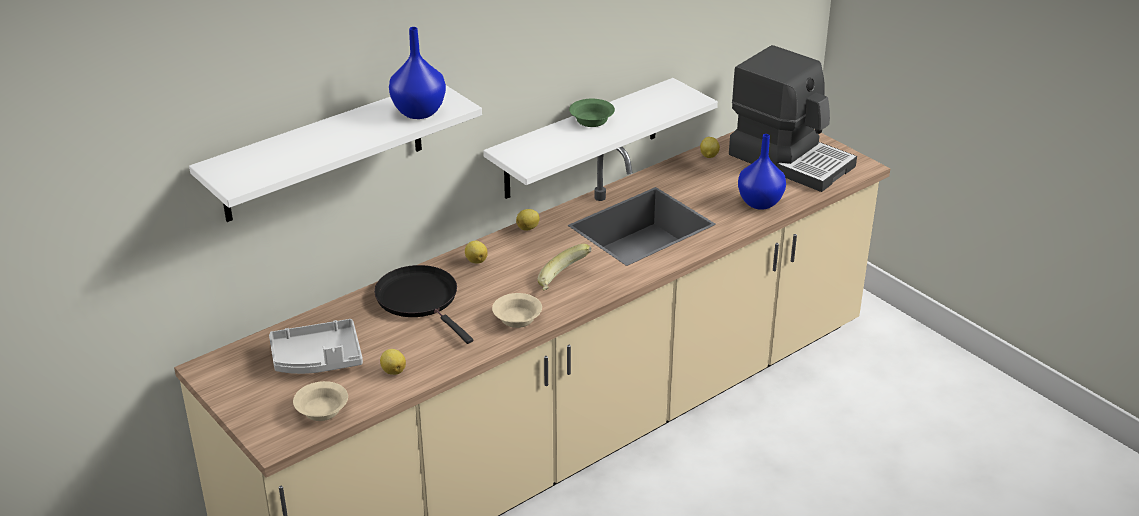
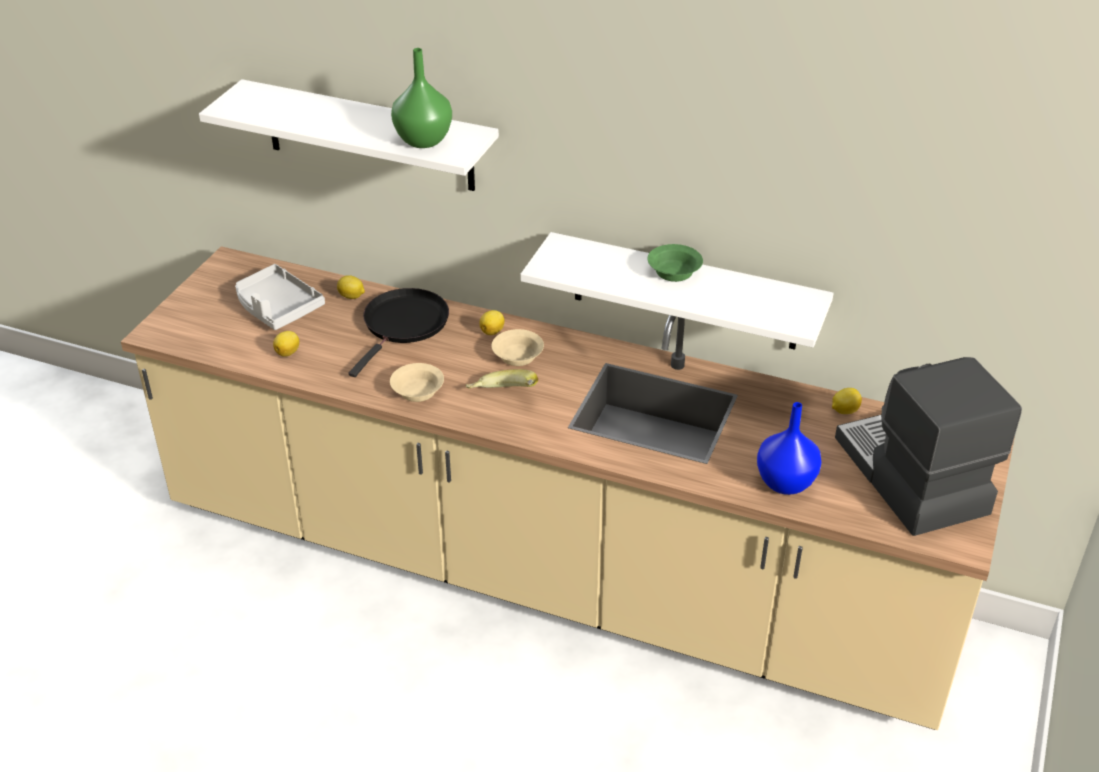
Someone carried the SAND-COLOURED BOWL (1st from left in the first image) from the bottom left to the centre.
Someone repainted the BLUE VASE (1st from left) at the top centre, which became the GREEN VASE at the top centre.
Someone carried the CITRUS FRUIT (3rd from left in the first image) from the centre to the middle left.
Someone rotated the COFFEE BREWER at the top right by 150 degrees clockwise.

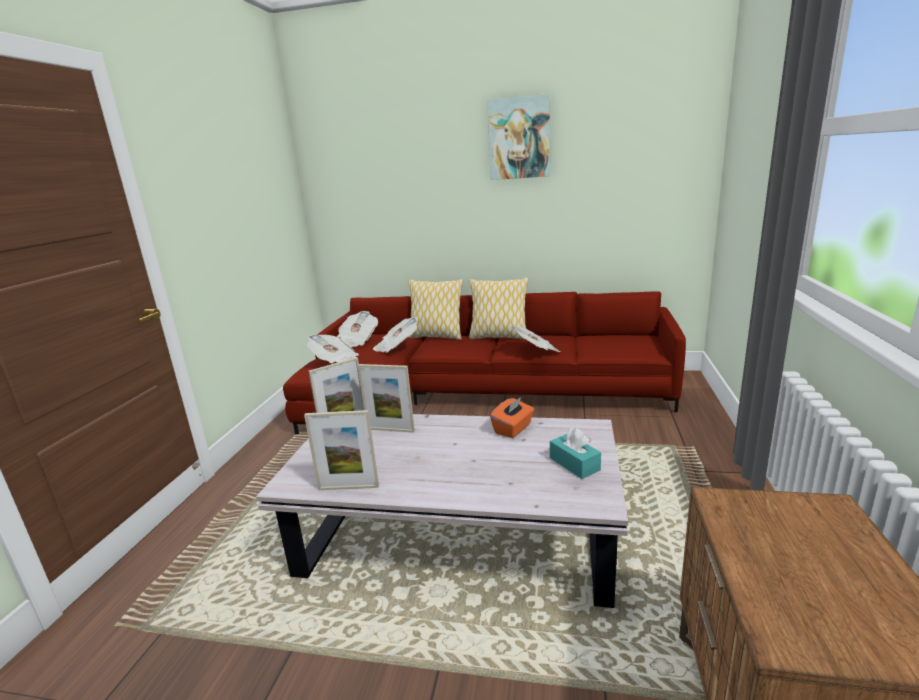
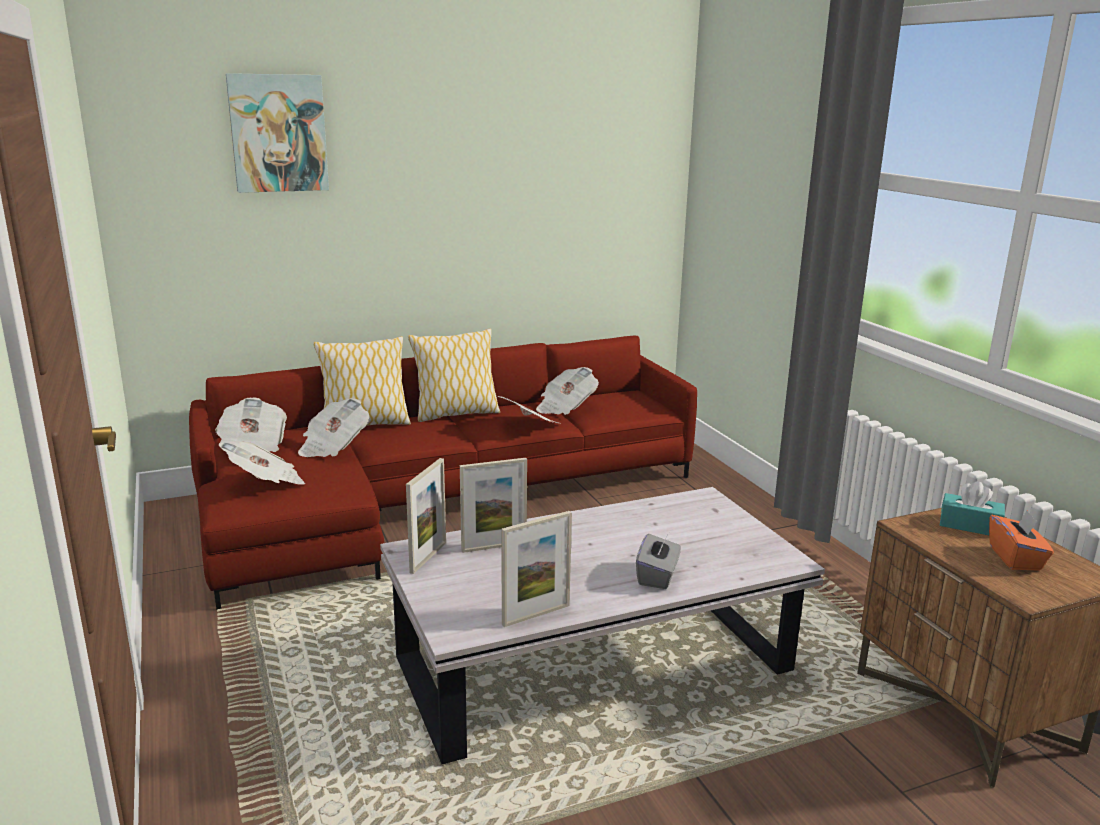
Someone carried the WALL PICTURE from the top centre to the top left.
Someone carried the ORANGEY TISSUE BOX from the centre to the middle right.
Someone carried the TURQUOISE-COLOURED TISSUE BOX from the centre to the middle right.
Someone put down the PRINTED PAPER (5th from left) at the centre.
Someone put down the GRAY TISSUE BOX at the bottom centre.

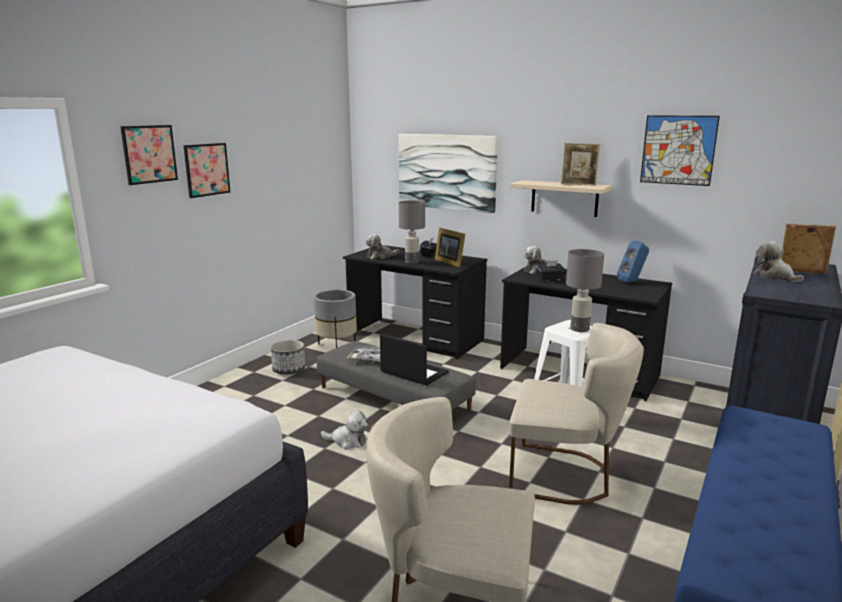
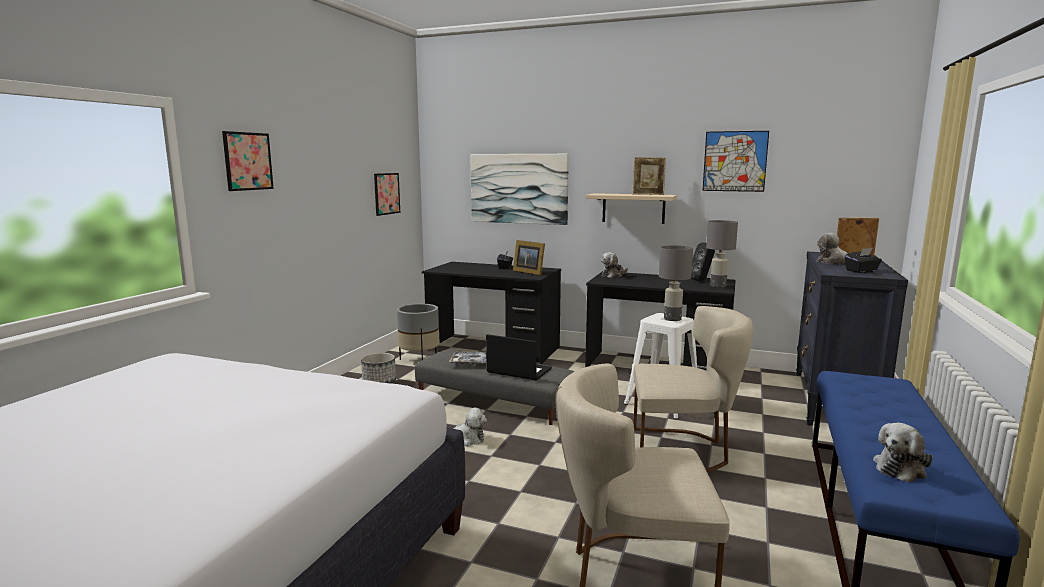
Someone carried the WALL PICTURE (2nd from left) from the top left to the top centre.
Someone carried the SOFT TOY (2nd from left in the first image) from the centre to the bottom right.
Someone carried the GRAY TABLETOP LAMP (1st from left in the first image) from the centre to the middle right.
Someone carried the BLACK TISSUE BOX (2nd from left) from the centre to the middle right.
Someone repainted the BLUE LOUDSPEAKER at the middle right, which became the BLACK LOUDSPEAKER at the middle right.

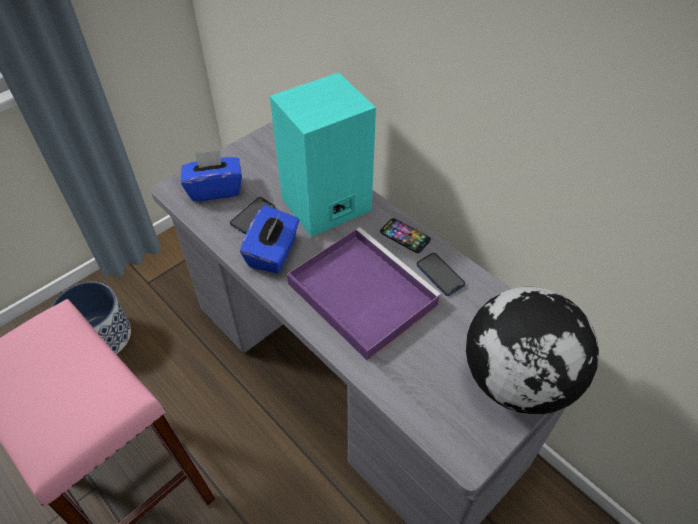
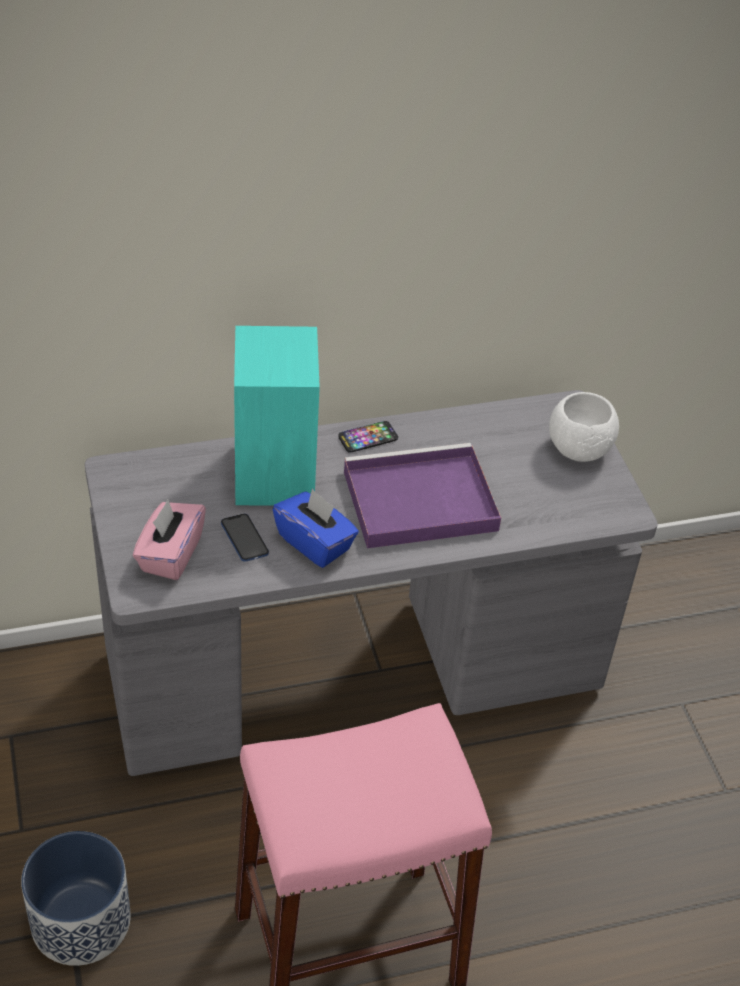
Someone repainted the BLUE TISSUE BOX (1st from left) at the middle left, which became the PINK TISSUE BOX at the middle left.
Someone took away the TELEPHONE (3rd from left) at the centre.
Someone swapped the GLOBE at the bottom right for the WHITISH BOWL at the middle right.

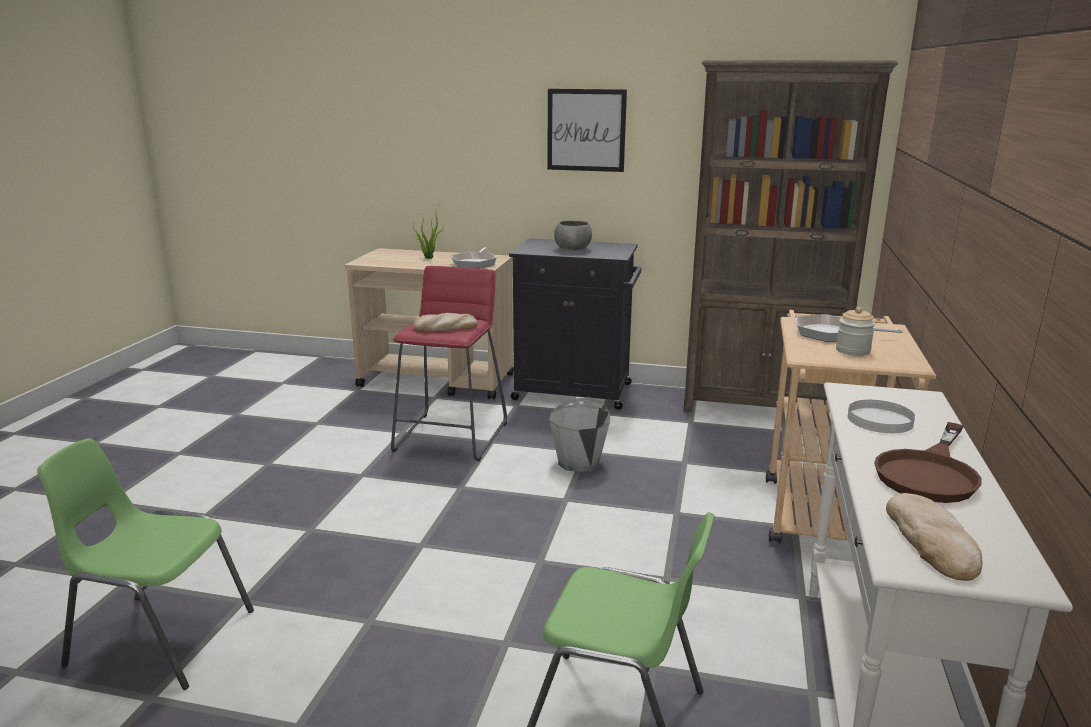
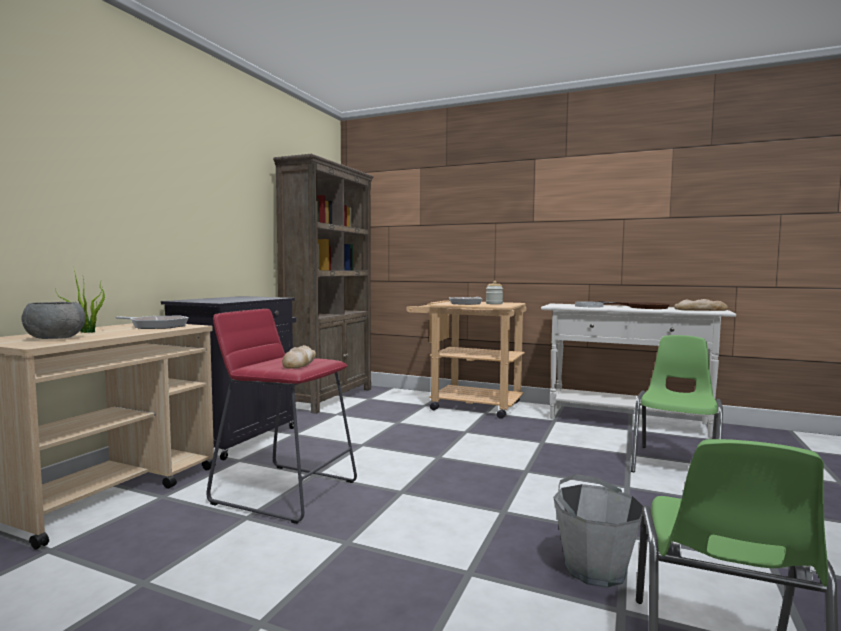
Someone took away the WALL PICTURE at the top centre.
Someone carried the GRAY WATER BUCKET from the centre to the bottom right.
Someone carried the GRAY BOWL from the top centre to the middle left.

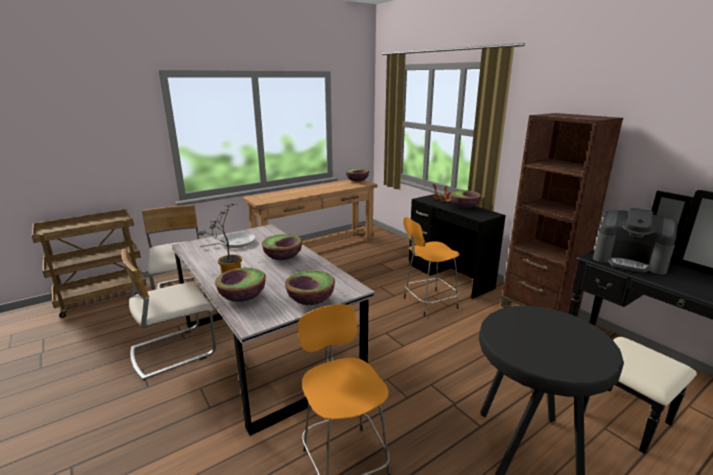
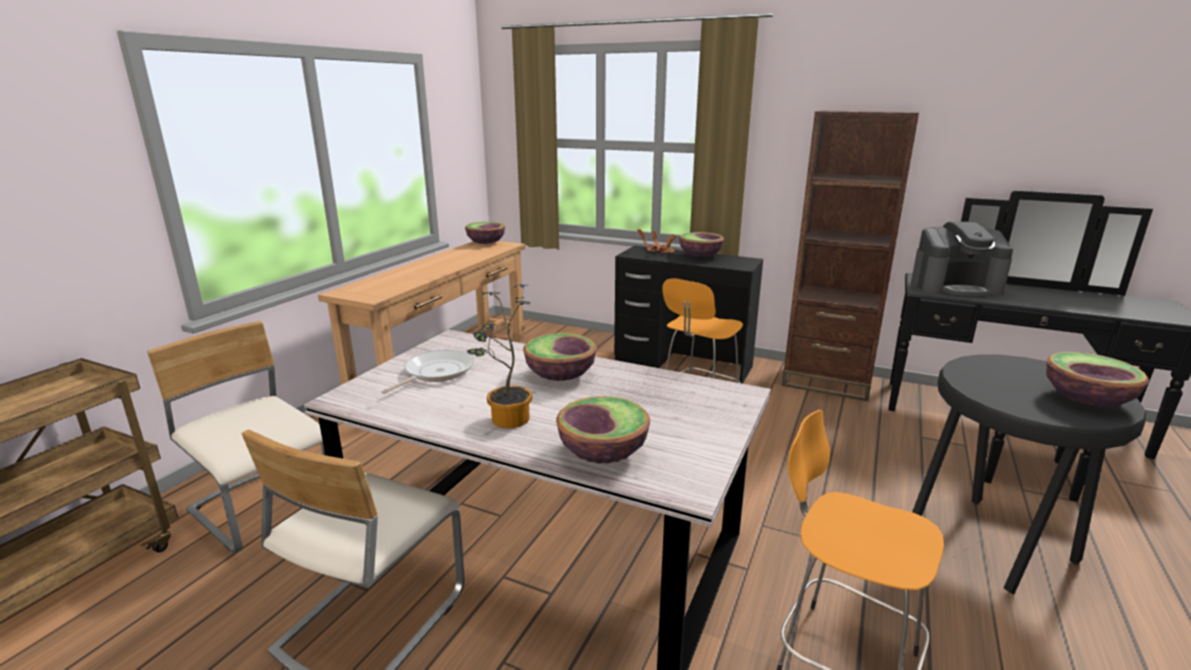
Someone carried the BOWL (3rd from left in the first image) from the centre to the middle right.

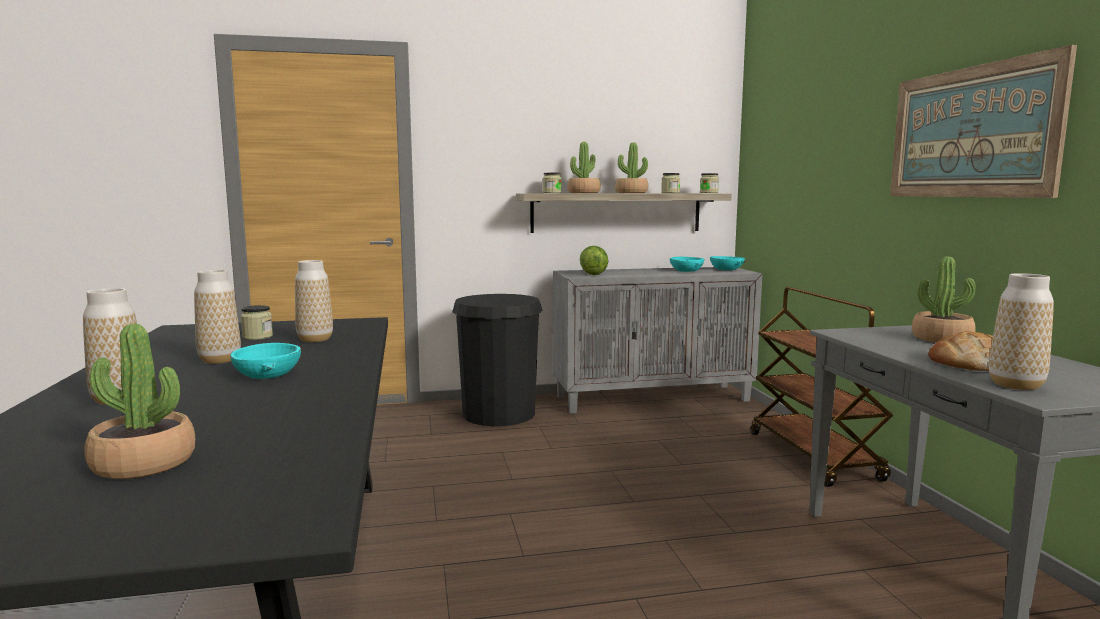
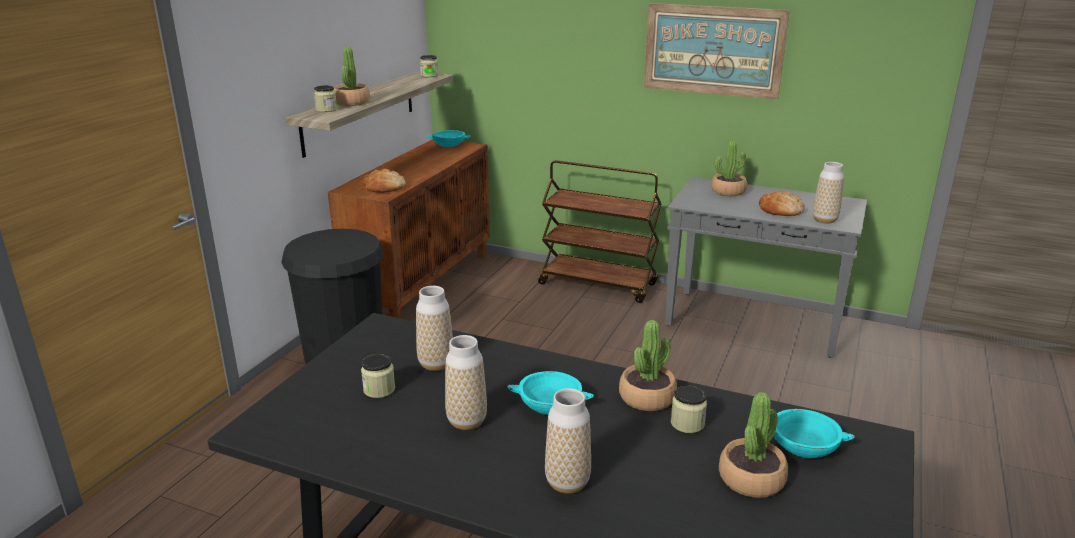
Someone repainted the GRAY STORAGE CABINET at the centre, which became the BROWNISH STORAGE CABINET at the centre.
Someone swapped the HEAD OF LETTUCE at the centre for the BREAD (1st from left) at the centre.
Someone carried the POTTED PLANT (3rd from left in the first image) from the top centre to the bottom centre.
Someone carried the JAR (3rd from left in the first image) from the top centre to the bottom centre.
Someone carried the TURQUOISE-COLOURED BOWL (2nd from left in the first image) from the centre to the bottom right.

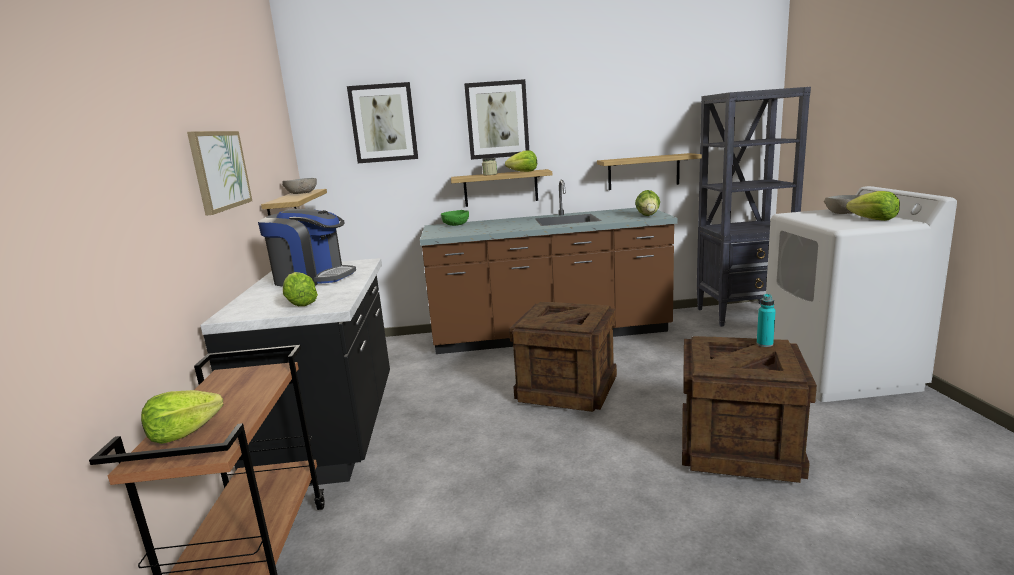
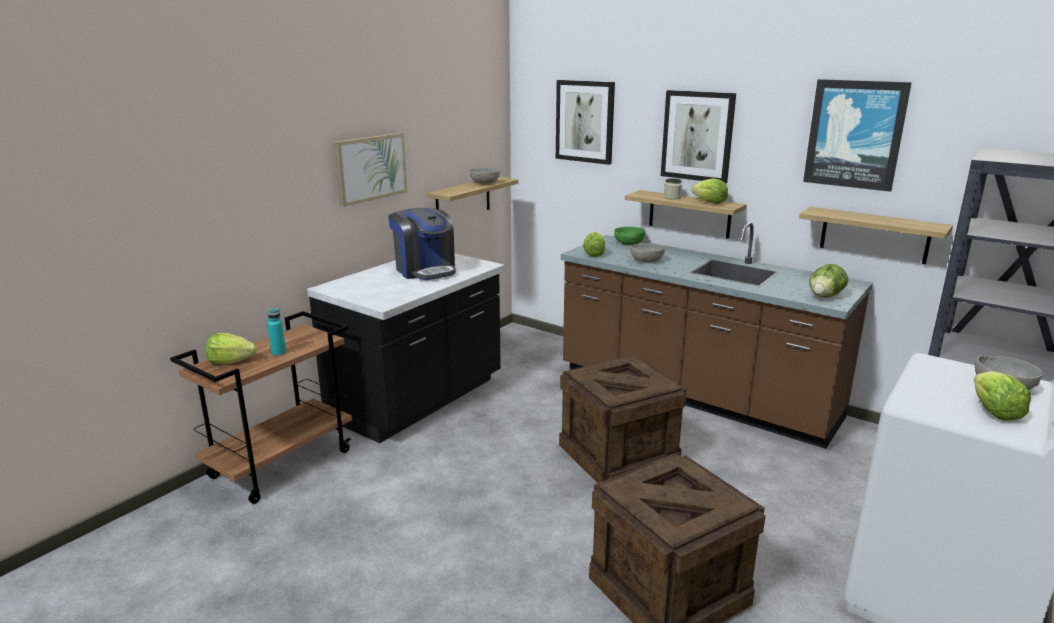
Someone carried the HEAD OF LETTUCE (2nd from left) from the middle left to the centre.
Someone carried the TURQUOISE-COLOURED DRINK BOTTLE from the middle right to the middle left.
Someone put down the GRAY BOWL (2nd from left) at the centre.
Someone put up the WALL PICTURE (4th from left) at the top right.

